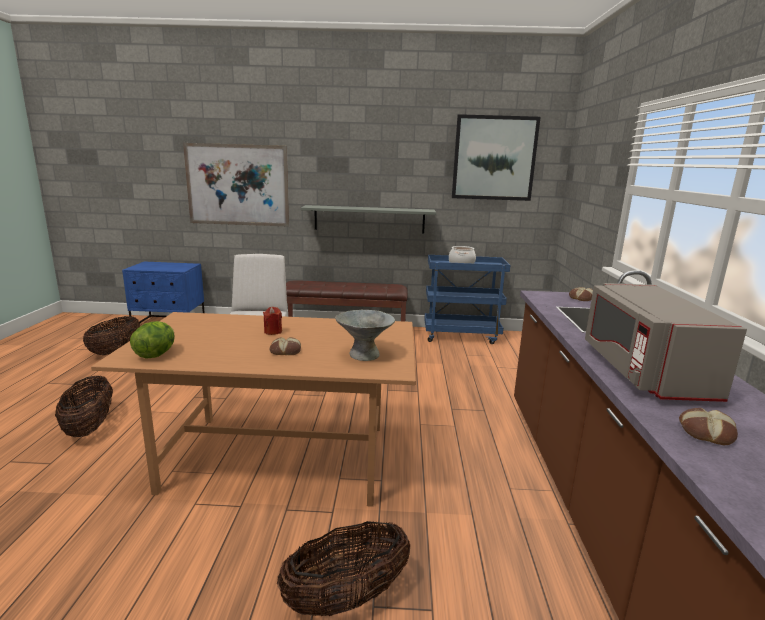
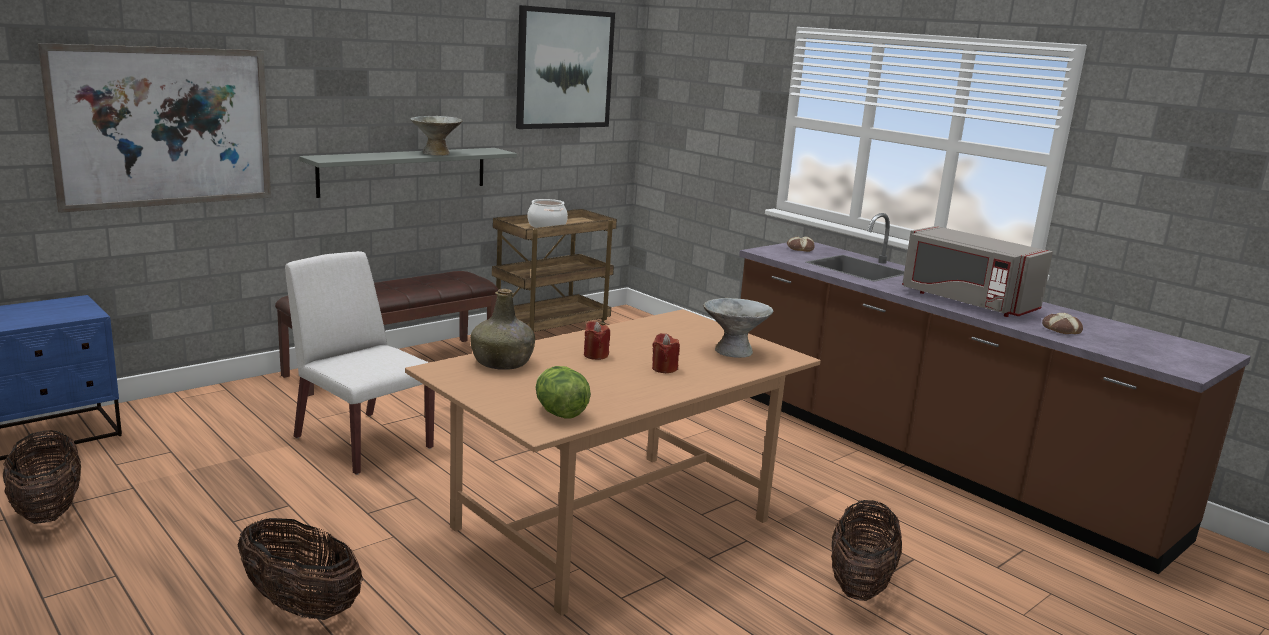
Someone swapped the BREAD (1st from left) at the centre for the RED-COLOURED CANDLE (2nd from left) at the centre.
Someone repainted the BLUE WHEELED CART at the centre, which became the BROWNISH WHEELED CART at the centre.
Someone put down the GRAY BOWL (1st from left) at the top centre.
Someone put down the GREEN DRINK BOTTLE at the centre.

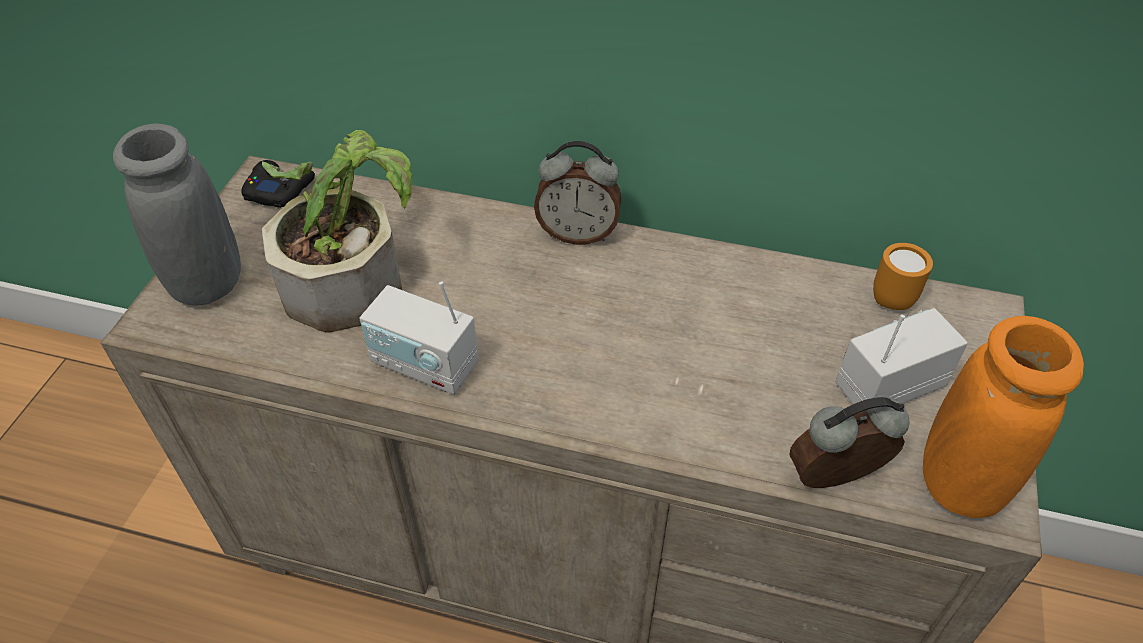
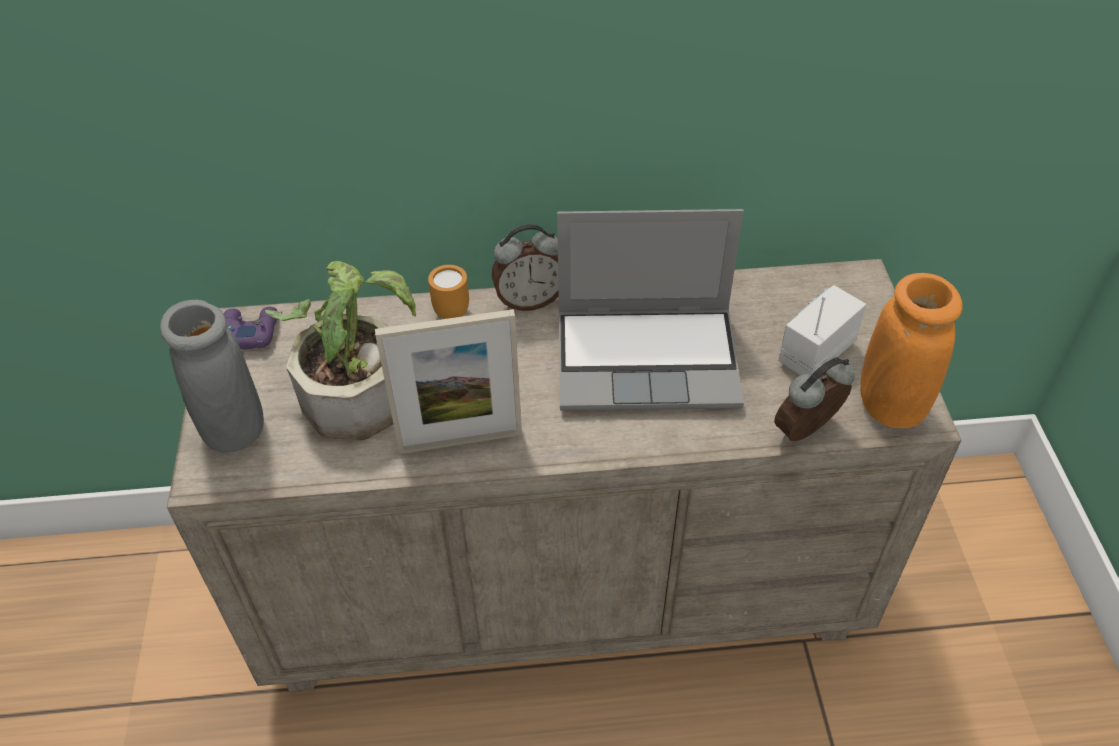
Someone repainted the BLACK JOYPAD at the top left, which became the PURPLE-COLOURED JOYPAD at the middle left.
Someone swapped the RADIO SET (1st from left) at the centre for the STANDING FRAME at the centre.
Someone carried the ORANGEY MUG from the middle right to the centre.
Someone put down the PORTABLE COMPUTER at the centre.

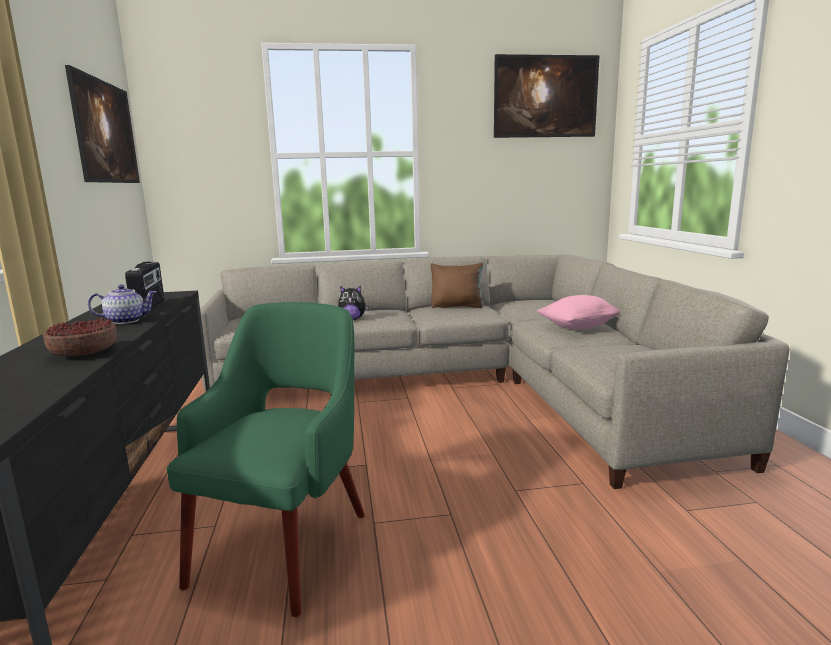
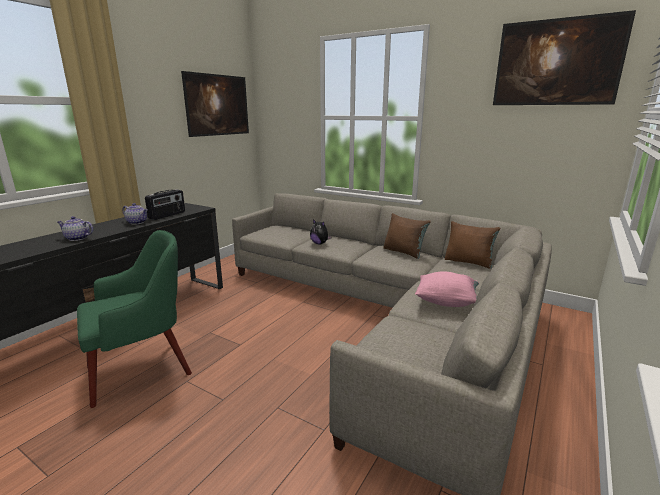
Someone swapped the BOWL at the middle left for the POT FOR TEA (1st from left) at the middle left.
Someone put down the BROWNISH THROW PILLOW (2nd from left) at the middle right.

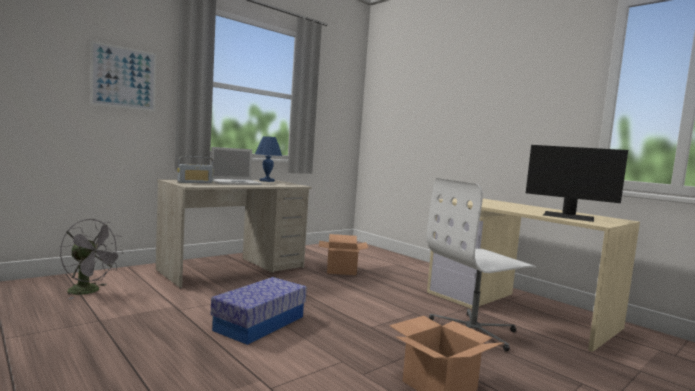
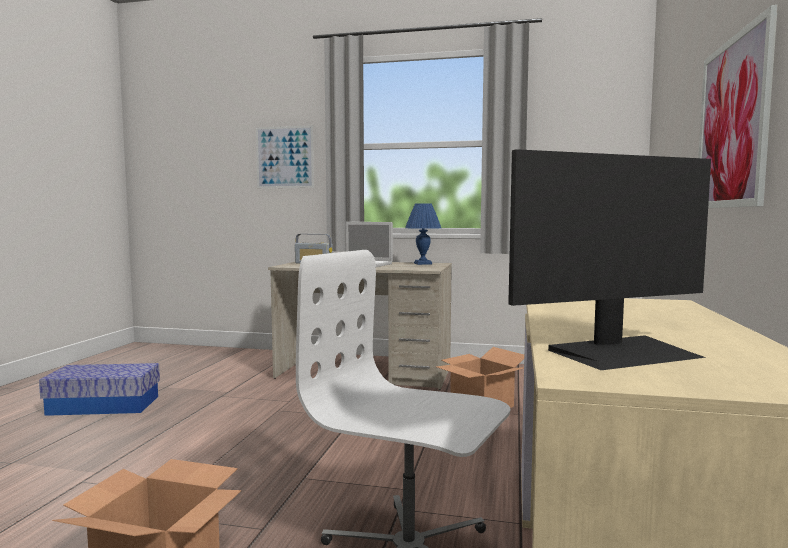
Someone took away the GRAY COOLING FAN at the middle left.
Someone carried the STORAGE BIN from the bottom centre to the bottom left.
Someone rotated the MONITOR at the middle right by 105 degrees counterclockwise.
Someone put up the WALL PICTURE (2nd from left) at the top right.

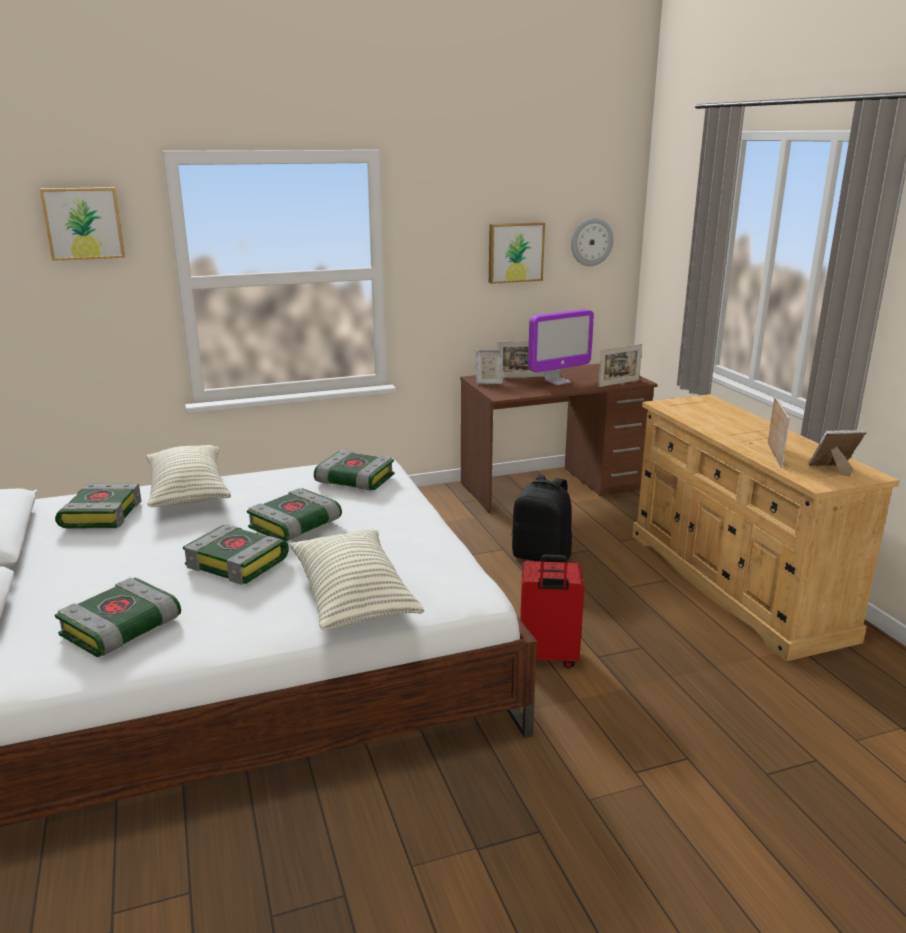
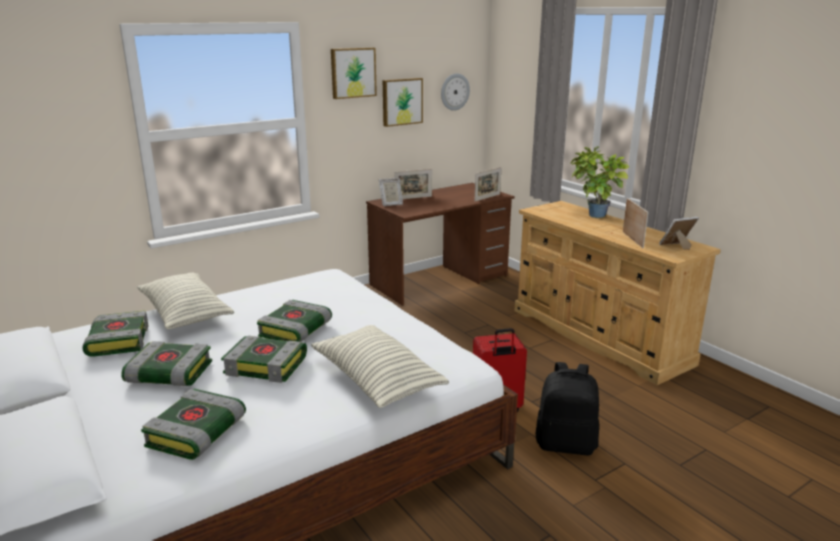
Someone carried the WALL PICTURE (1st from left) from the top left to the top centre.
Someone carried the BOUND BOOK (5th from left in the first image) from the centre to the bottom left.
Someone carried the BLACK BACKPACK from the centre to the bottom right.
Someone took away the MONITOR at the centre.
Someone put down the POTTED PLANT at the middle right.

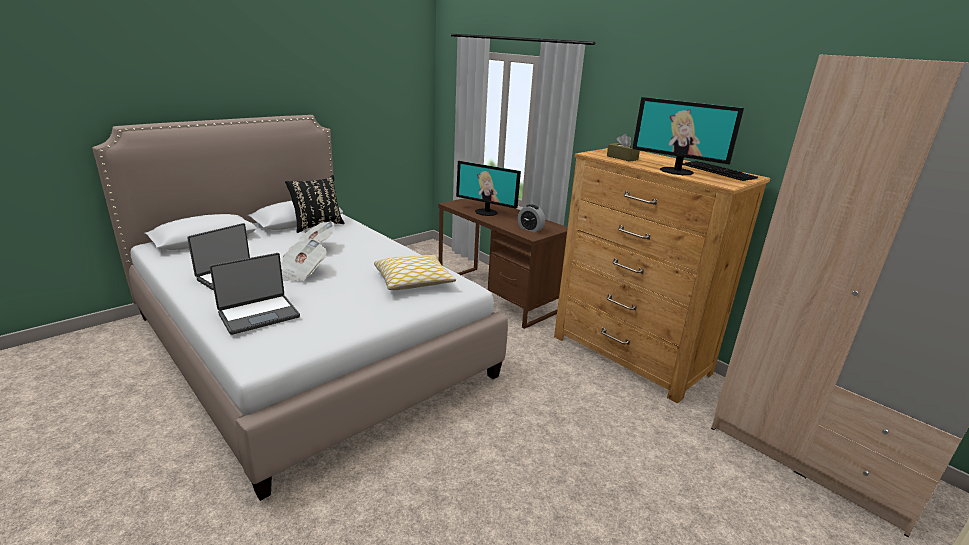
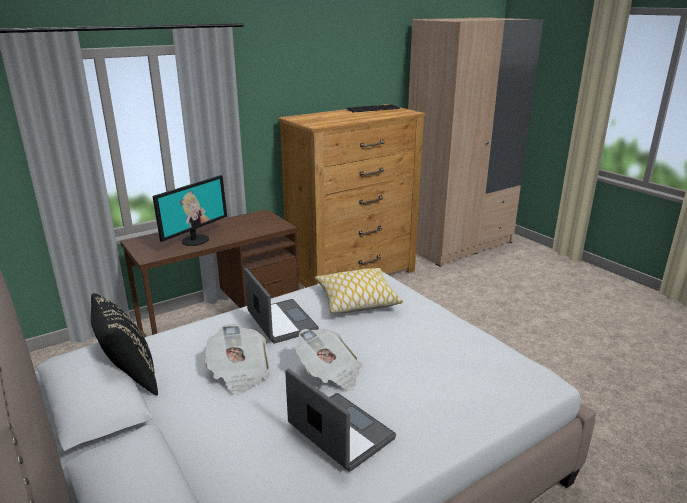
Someone carried the PORTABLE COMPUTER (2nd from left in the first image) from the middle left to the centre.
Someone took away the ALARM CLOCK at the centre.
Someone took away the BROWNISH TISSUE BOX at the top centre.
Someone took away the MONITOR (2nd from left) at the top right.

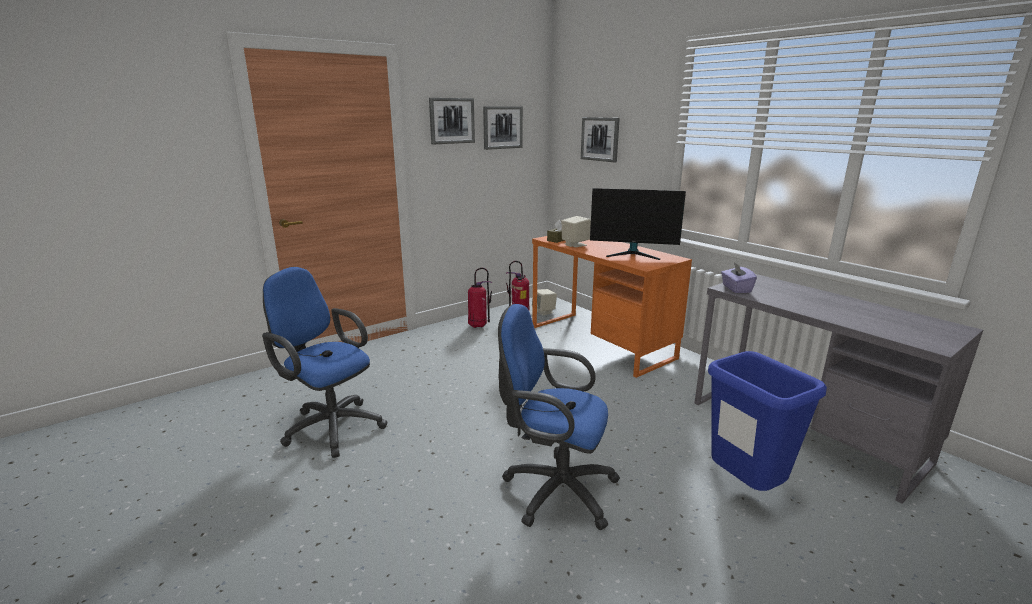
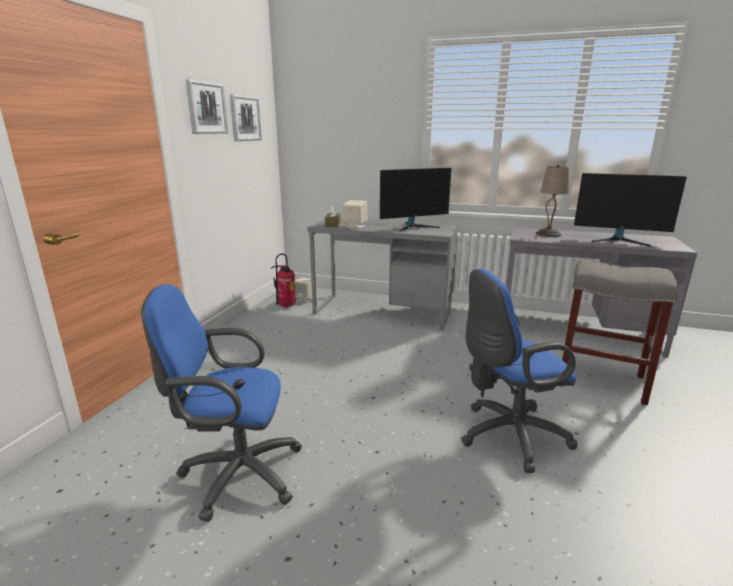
Someone took away the FIRE EXTINGUISHER (1st from left) at the centre.
Someone repainted the ORANGEY DESK at the centre, which became the GRAY DESK (1st from left) at the centre.
Someone took away the WALL PICTURE (3rd from left) at the top centre.
Someone swapped the BLUE RUBBISH BIN at the bottom right for the GRAY STOOL SEAT at the middle right.
Someone took away the PURPLE-COLOURED TISSUE BOX at the middle right.
Someone put down the SAND-COLOURED TABLETOP LAMP at the middle right.
Someone put down the MONITOR (2nd from left) at the middle right.

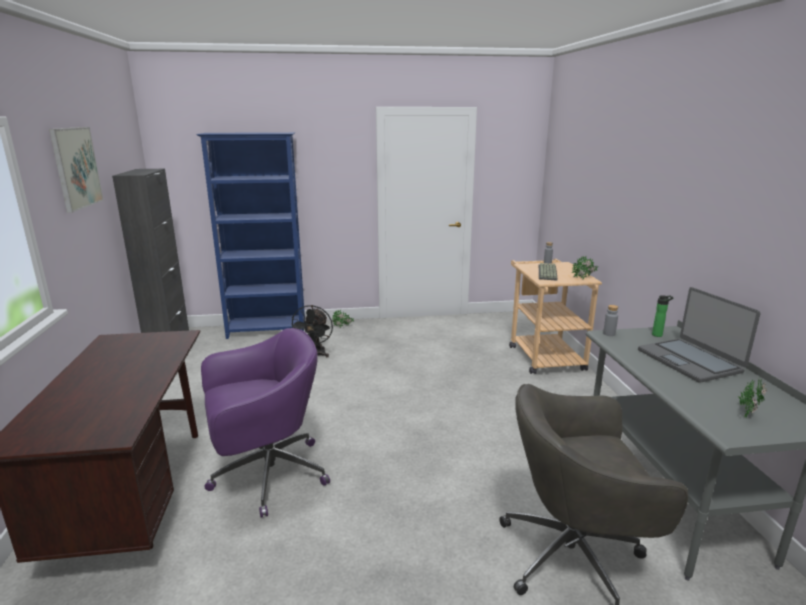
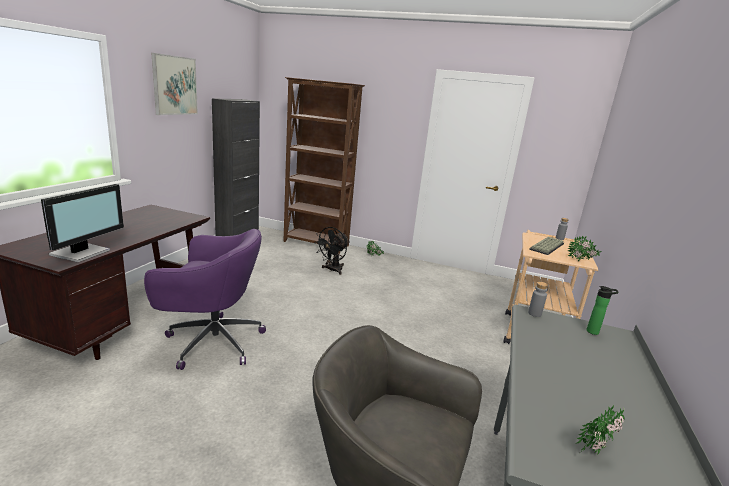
Someone repainted the BLUE SHELVING UNIT at the middle left, which became the BROWNISH SHELVING UNIT at the centre.
Someone took away the PORTABLE COMPUTER at the middle right.
Someone put down the MONITOR at the middle left.

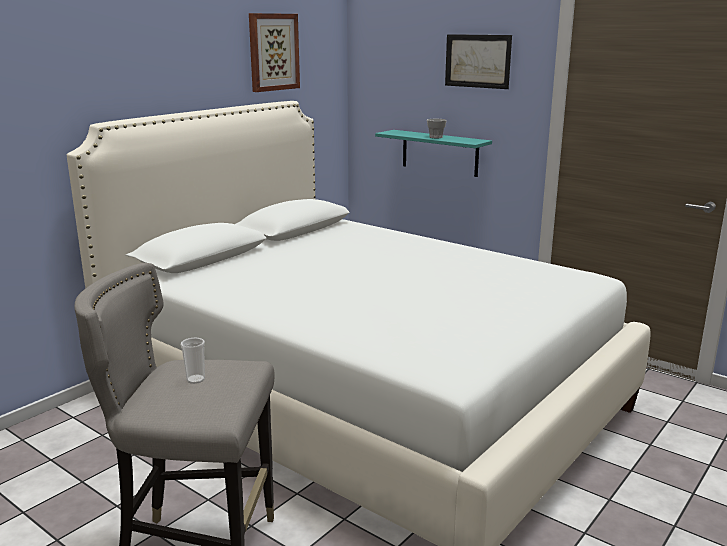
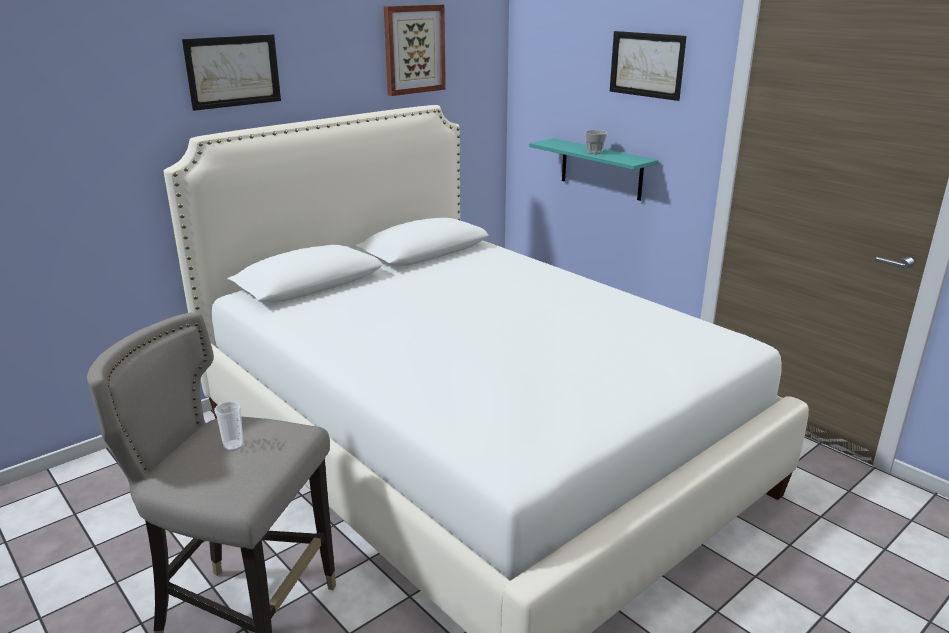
Someone put up the WALL PICTURE (1st from left) at the top left.

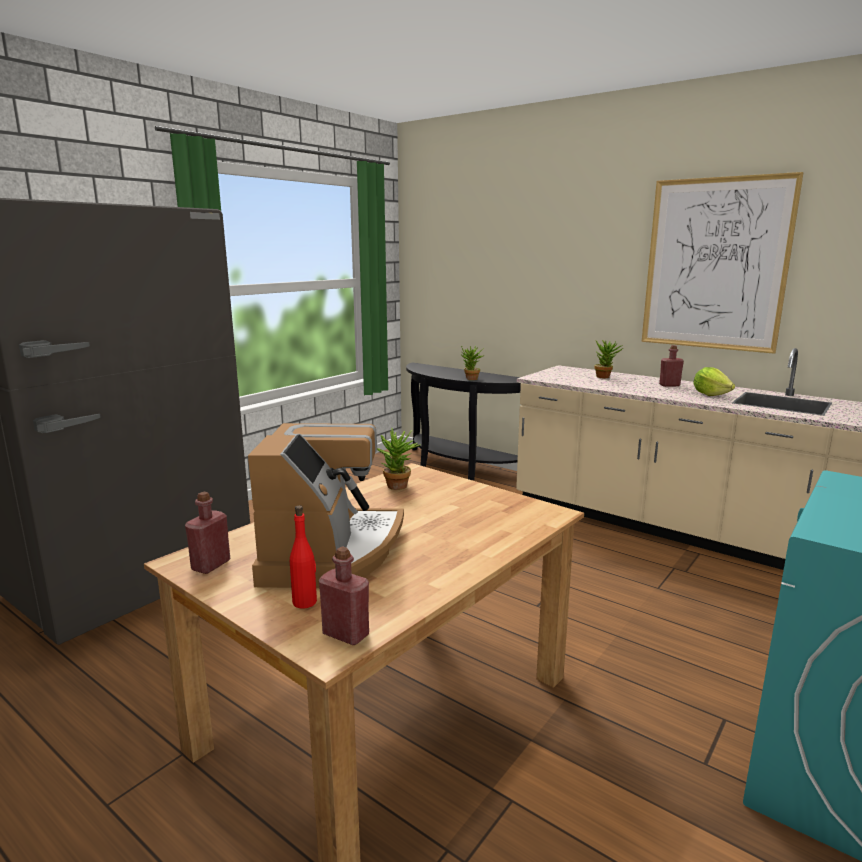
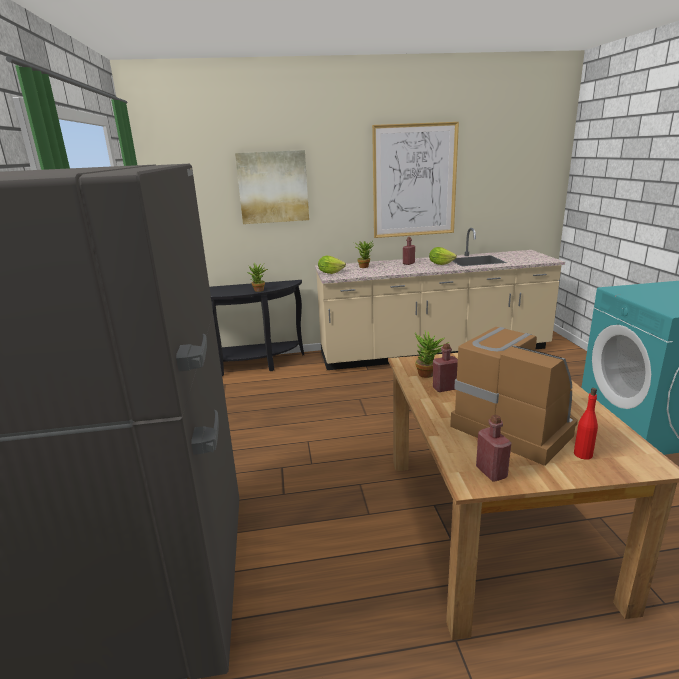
Someone carried the RED-COLOURED DRINK BOTTLE (3rd from left in the first image) from the bottom centre to the centre.
Someone put up the WALL PICTURE (1st from left) at the top centre.
Someone put down the HEAD OF LETTUCE (1st from left) at the centre.

